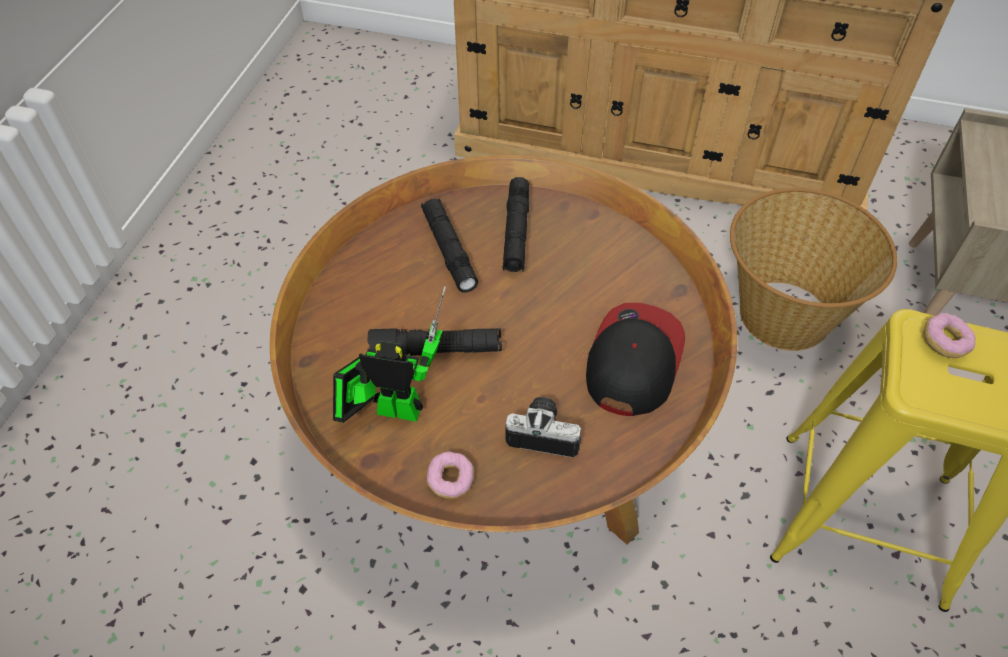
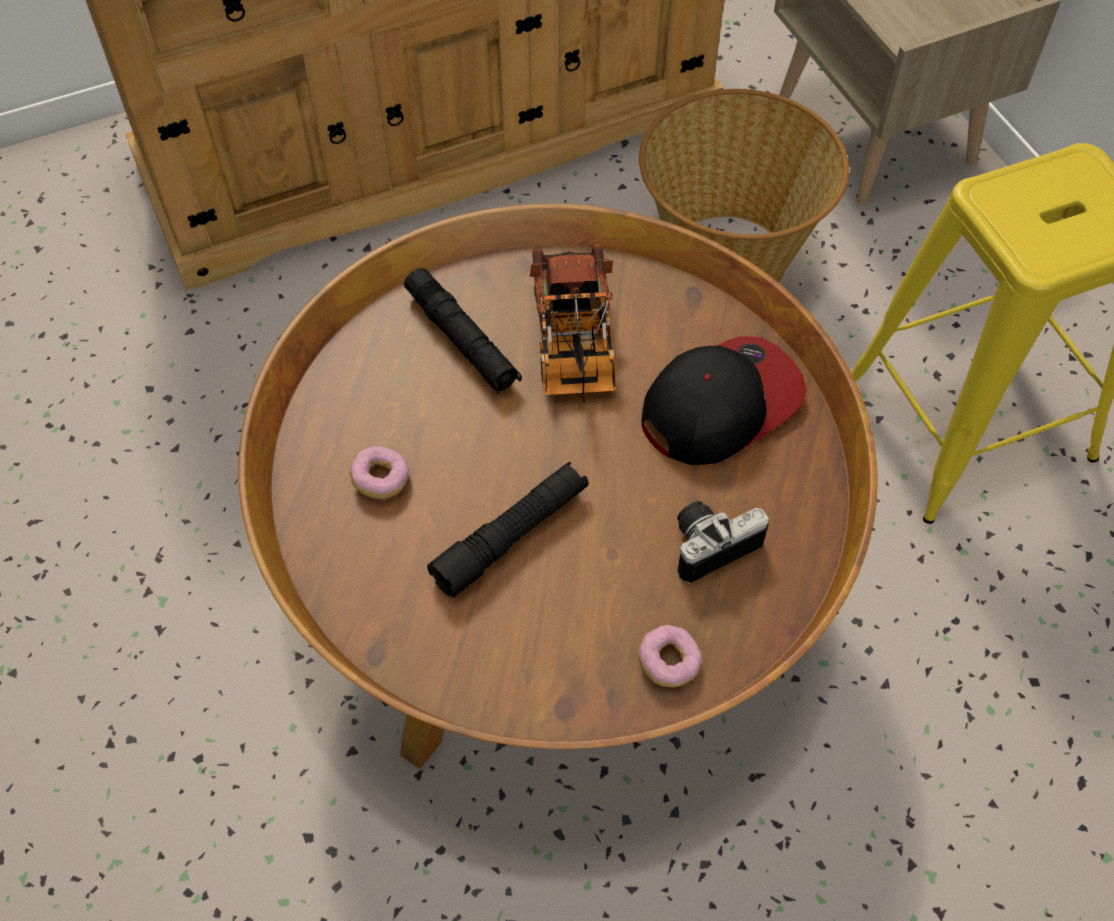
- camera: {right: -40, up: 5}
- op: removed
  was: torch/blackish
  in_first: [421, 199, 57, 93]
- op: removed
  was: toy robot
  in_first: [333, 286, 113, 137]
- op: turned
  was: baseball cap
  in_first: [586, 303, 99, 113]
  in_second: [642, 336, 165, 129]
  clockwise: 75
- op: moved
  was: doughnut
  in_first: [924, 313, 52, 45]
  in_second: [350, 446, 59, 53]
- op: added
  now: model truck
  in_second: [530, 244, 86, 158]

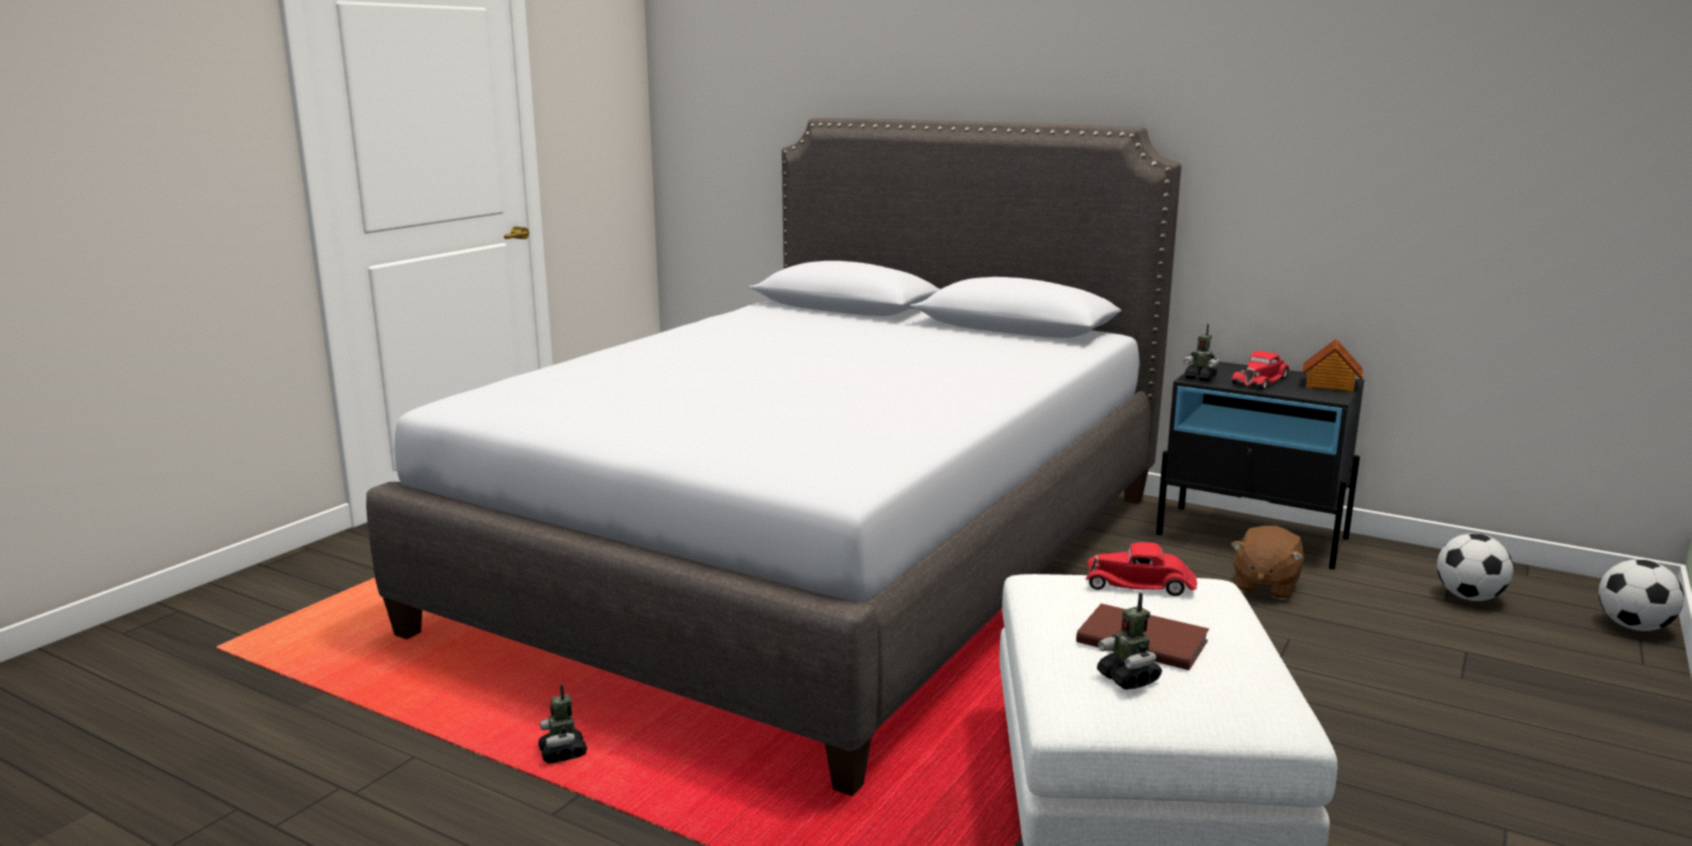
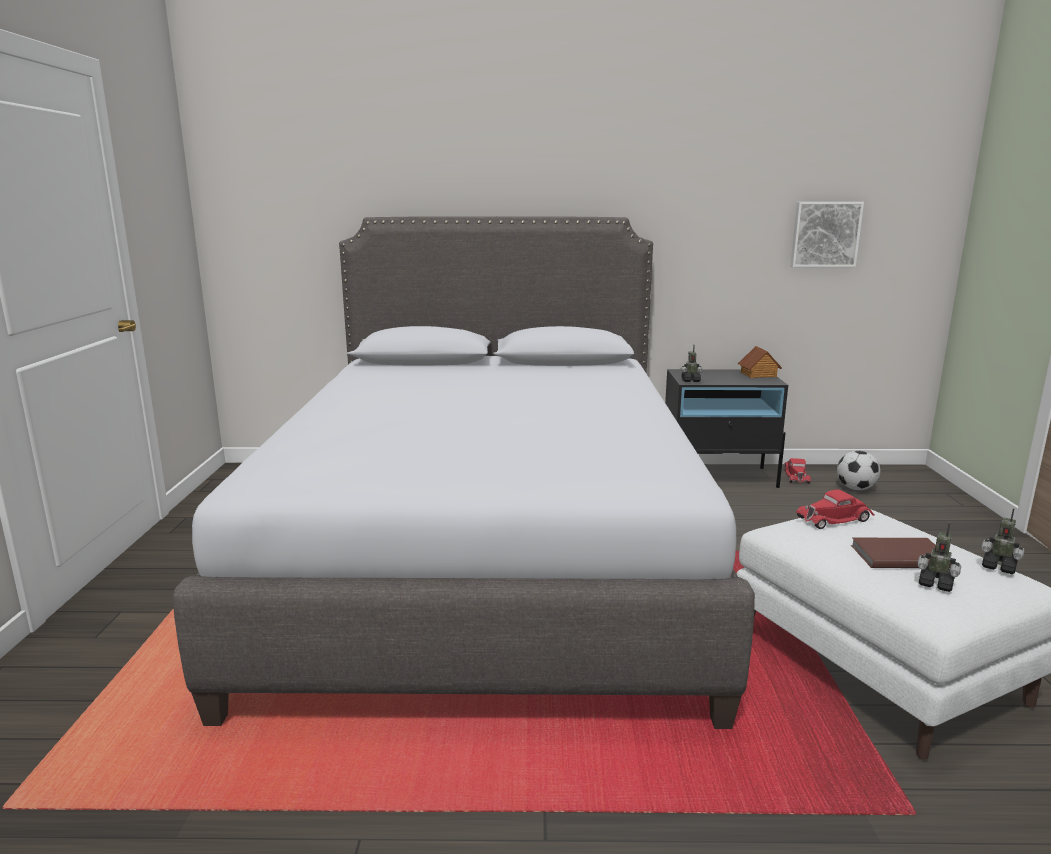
- camera: {right: -30, up: 0}
- op: moved
  was: toy car/red
  in_first: [1232, 351, 58, 39]
  in_second: [784, 458, 27, 26]
- op: removed
  was: soft toy/brownish
  in_first: [1231, 526, 73, 74]
- op: removed
  was: ball for football
  in_first: [1599, 559, 85, 72]
- op: moved
  was: toy robot
  in_first: [538, 684, 49, 79]
  in_second: [981, 508, 44, 66]
- op: added
  now: wall art
  in_second: [790, 202, 74, 65]

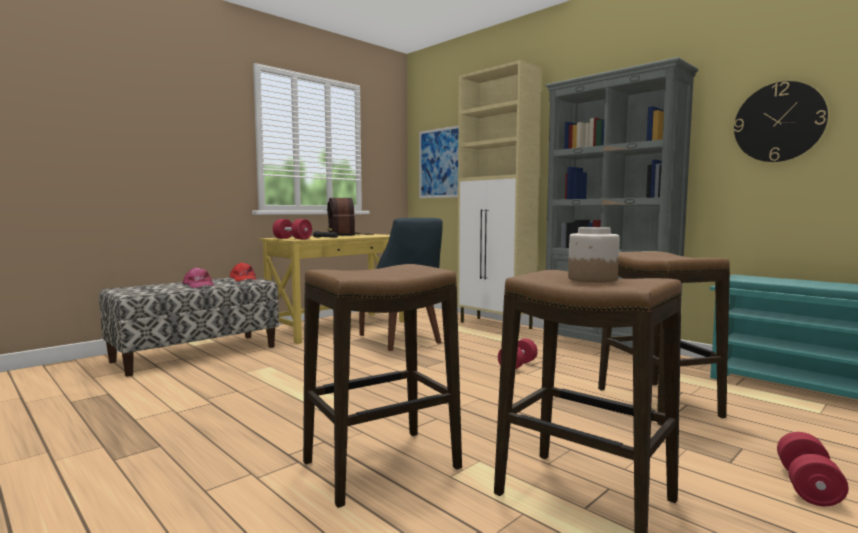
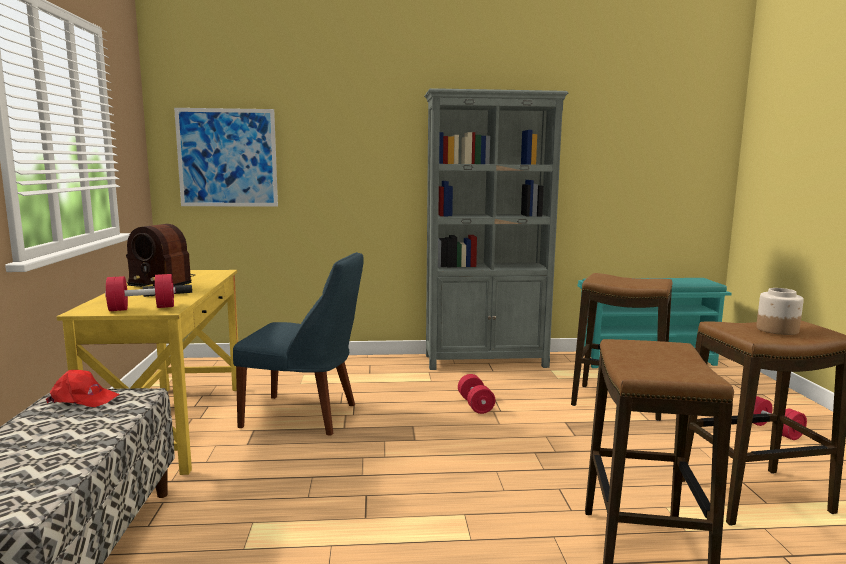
- camera: {right: -50, up: 5}
- op: removed
  was: storage cabinet/beige-coloured
  in_first: [457, 60, 85, 269]
- op: removed
  was: hanging clock
  in_first: [734, 81, 94, 81]
- op: removed
  was: baseball cap/pinkish
  in_first: [183, 267, 32, 21]

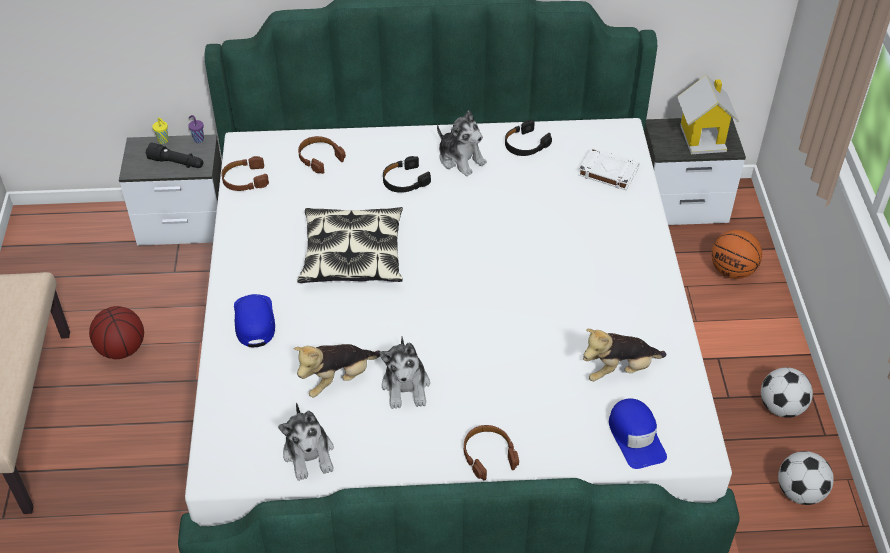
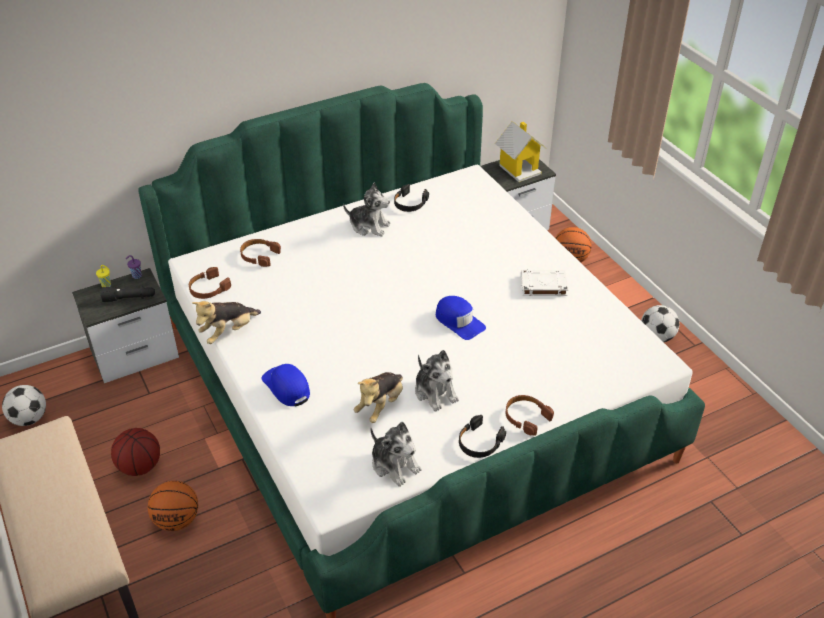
- camera: {right: -25, up: -5}
- op: moved
  was: book/white-coloured
  in_first: [578, 148, 62, 42]
  in_second: [521, 269, 47, 27]
- op: moved
  was: headphones/blackish
  in_first: [383, 156, 48, 37]
  in_second: [459, 415, 47, 43]
- op: removed
  was: throw pillow
  in_first: [297, 207, 106, 76]
- op: moved
  was: soft toy
  in_first: [583, 329, 83, 52]
  in_second: [192, 301, 69, 43]
- op: moved
  was: baseball cap/bluish
  in_first: [609, 399, 58, 70]
  in_second: [436, 296, 50, 44]
- op: moved
  was: ball for football
  in_first: [778, 451, 56, 54]
  in_second: [2, 385, 44, 41]
- op: added
  now: basketball
  in_second: [148, 481, 50, 50]

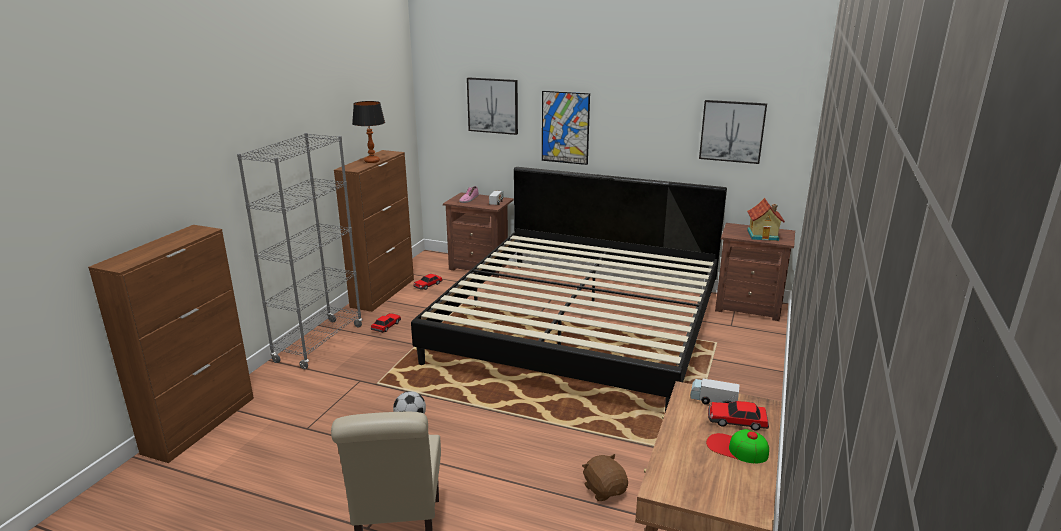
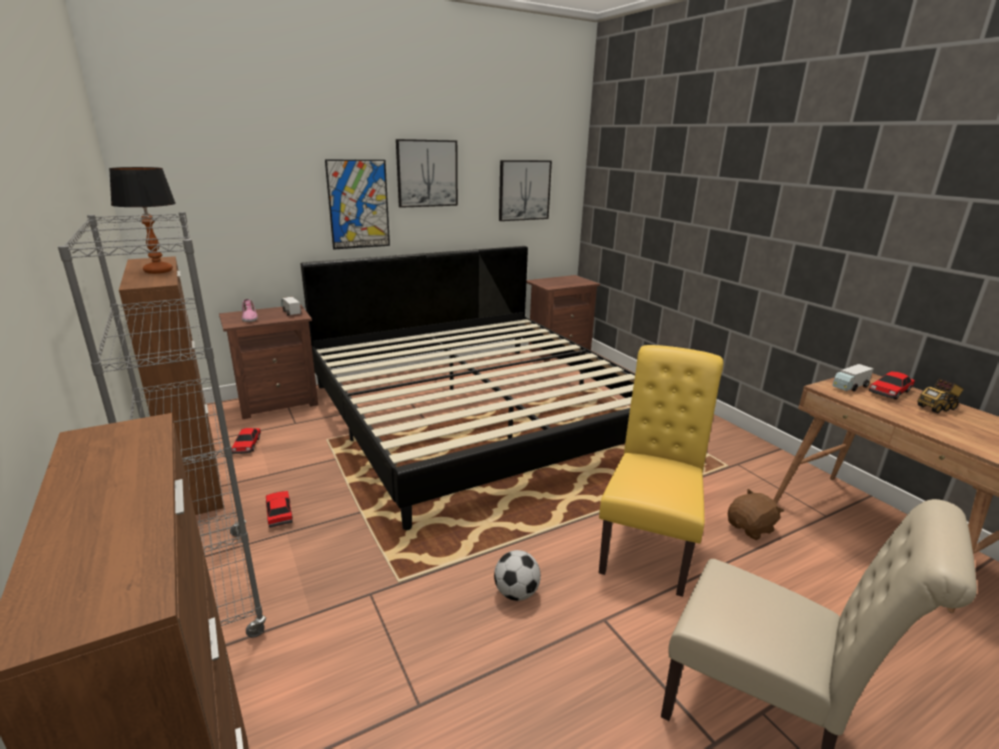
- camera: {right: -50, up: 0}
- op: moved
  was: wall art
  in_first: [467, 77, 51, 58]
  in_second: [396, 139, 62, 69]
- op: removed
  was: model house
  in_first: [747, 198, 38, 43]
- op: replaced
  was: baseball cap
  now: model truck
  in_first: [706, 429, 63, 34]
  in_second: [918, 378, 46, 36]
- op: turned
  was: soft toy/brownish
  in_first: [582, 454, 46, 47]
  in_second: [728, 489, 56, 51]
  clockwise: 135
- op: added
  now: plain chair/yellowish
  in_second: [599, 345, 125, 252]

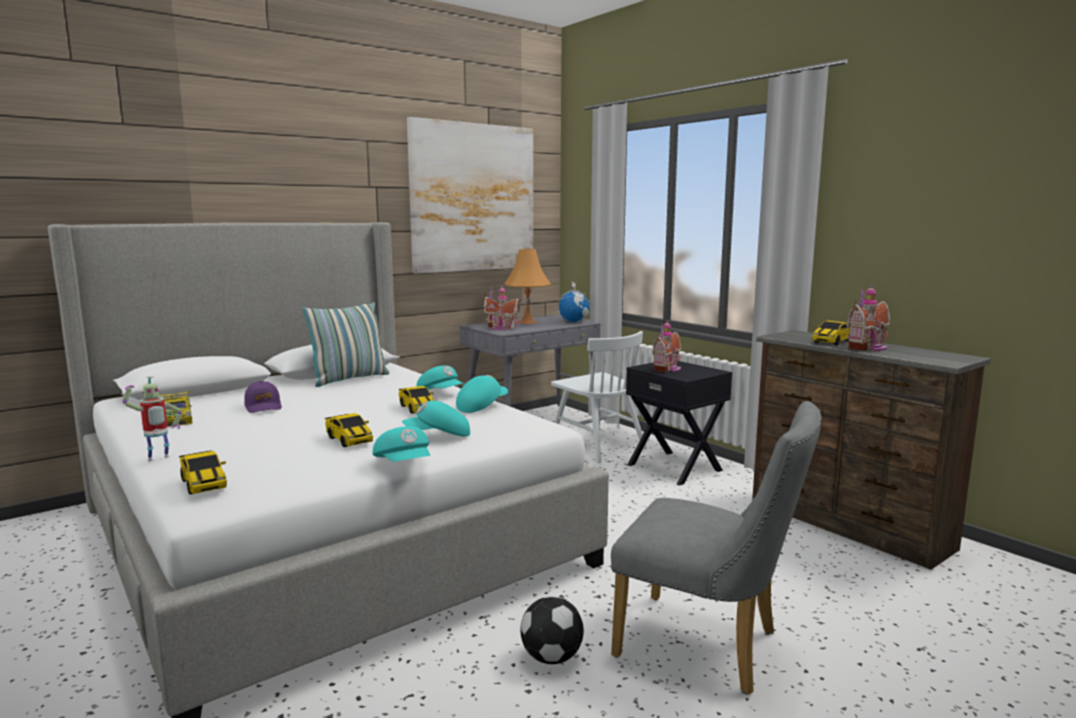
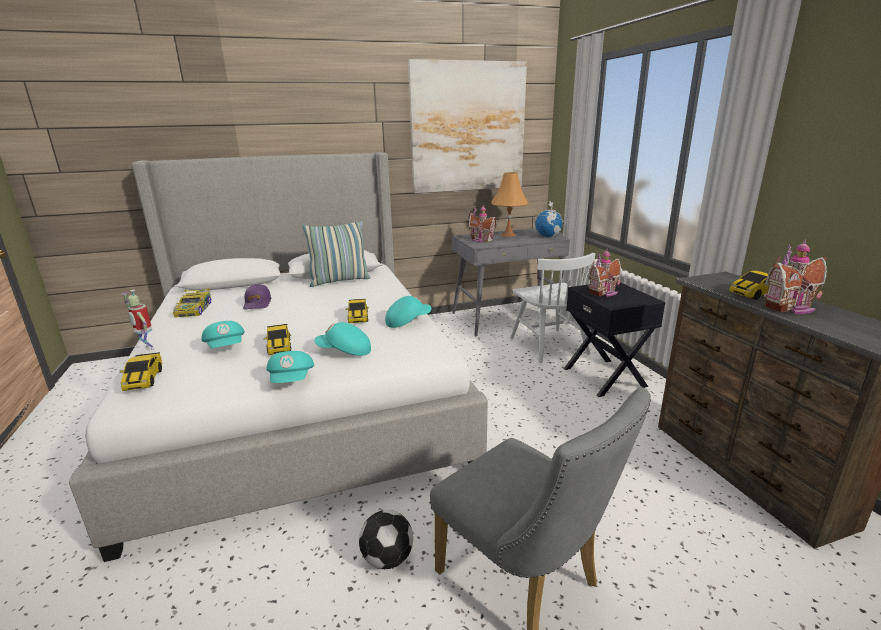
- camera: {right: 20, up: 10}
- op: moved
  was: baseball cap/turquoise
  in_first: [416, 365, 48, 25]
  in_second: [202, 321, 43, 27]
- op: turned
  was: toy robot
  in_first: [122, 376, 60, 85]
  in_second: [120, 290, 34, 60]
  clockwise: 60

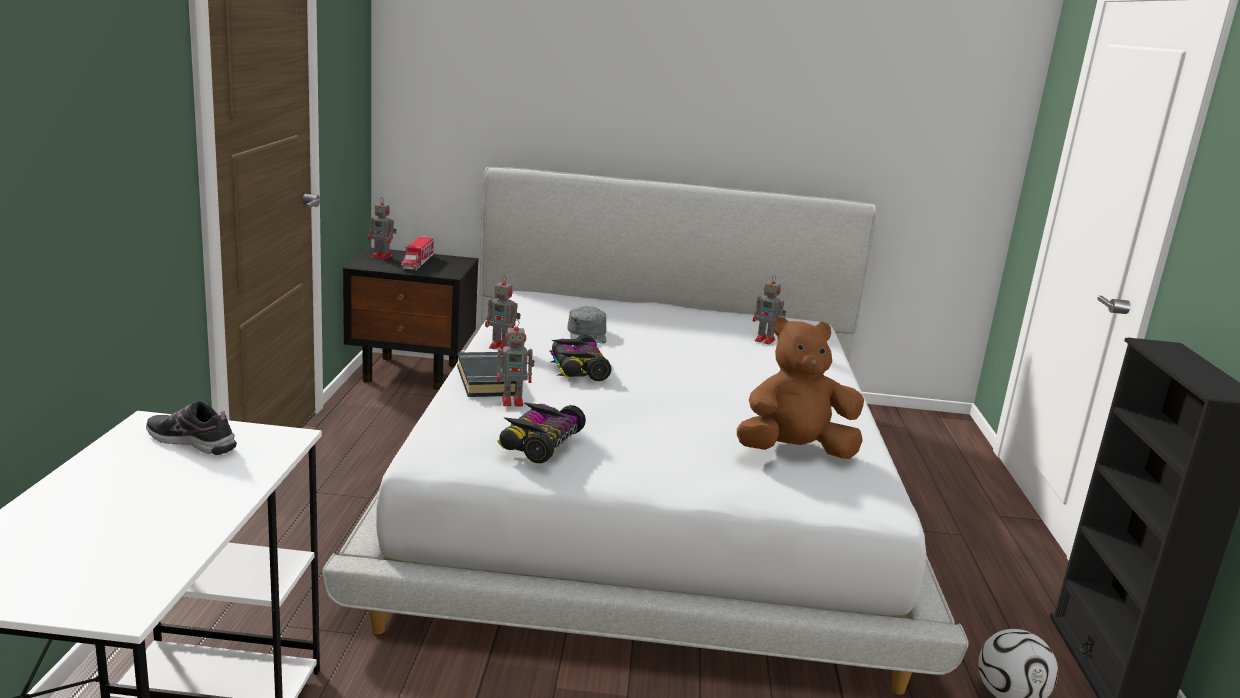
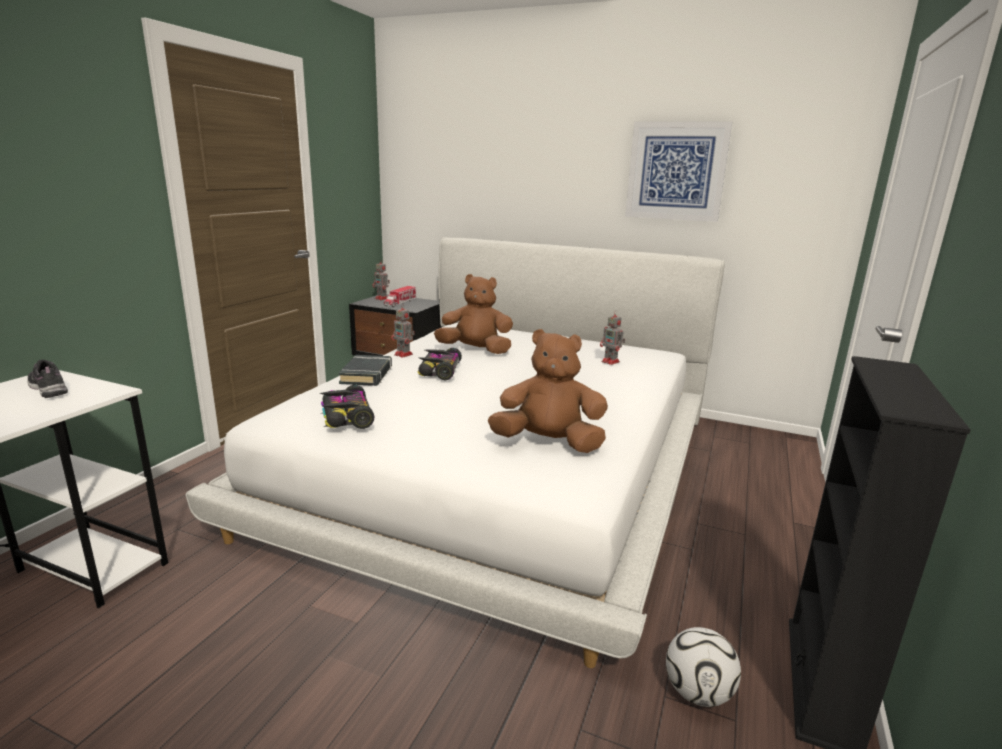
- camera: {right: 20, up: 0}
- op: replaced
  was: baseball cap/greyish
  now: soft toy/brownish
  in_first: [568, 306, 38, 38]
  in_second: [434, 274, 79, 80]
- op: removed
  was: toy robot
  in_first: [497, 319, 38, 87]
- op: turned
  was: toy car
  in_first: [497, 402, 89, 61]
  in_second: [320, 385, 54, 44]
  clockwise: -60
- op: added
  now: wall art
  in_second: [625, 121, 107, 101]

